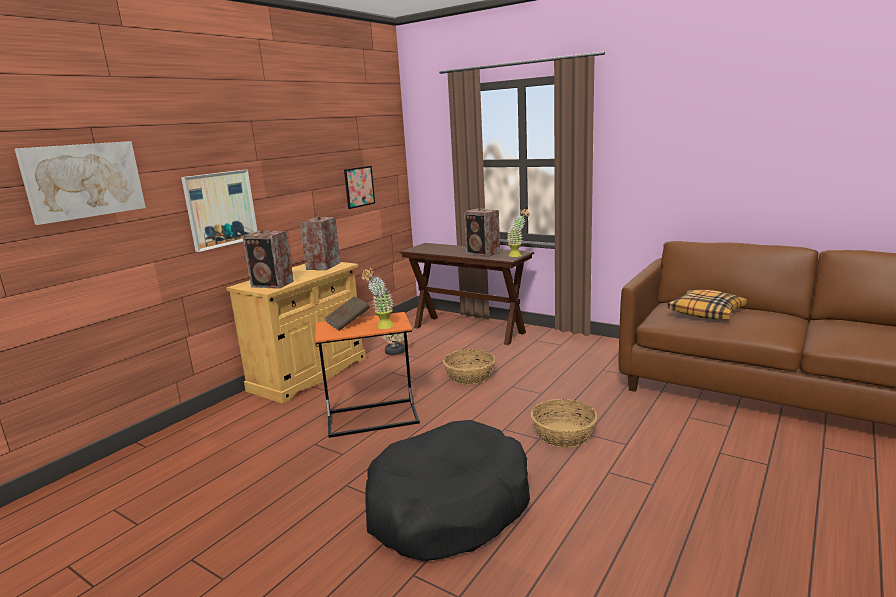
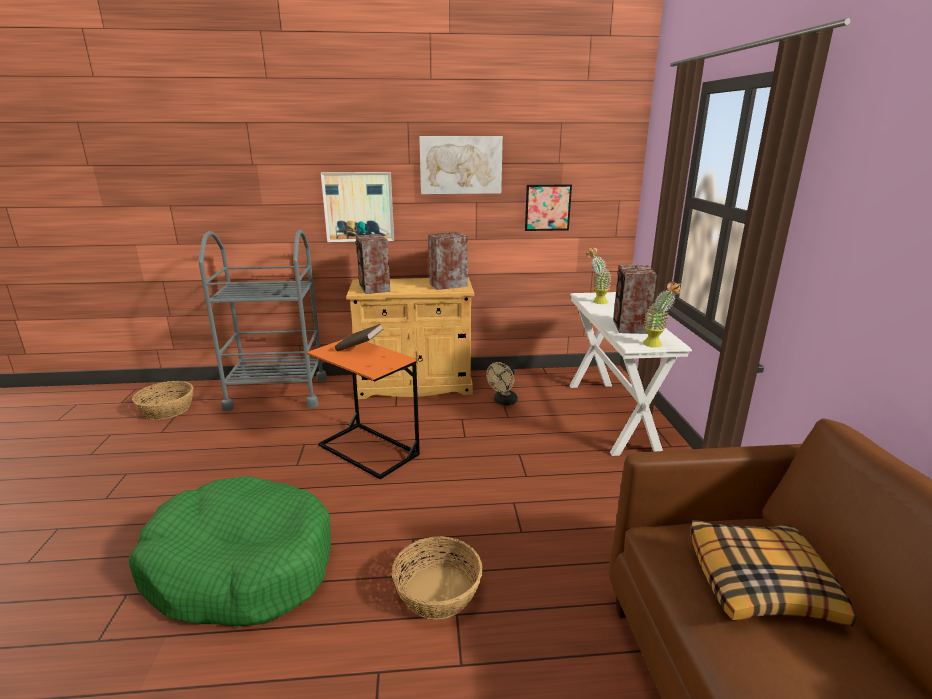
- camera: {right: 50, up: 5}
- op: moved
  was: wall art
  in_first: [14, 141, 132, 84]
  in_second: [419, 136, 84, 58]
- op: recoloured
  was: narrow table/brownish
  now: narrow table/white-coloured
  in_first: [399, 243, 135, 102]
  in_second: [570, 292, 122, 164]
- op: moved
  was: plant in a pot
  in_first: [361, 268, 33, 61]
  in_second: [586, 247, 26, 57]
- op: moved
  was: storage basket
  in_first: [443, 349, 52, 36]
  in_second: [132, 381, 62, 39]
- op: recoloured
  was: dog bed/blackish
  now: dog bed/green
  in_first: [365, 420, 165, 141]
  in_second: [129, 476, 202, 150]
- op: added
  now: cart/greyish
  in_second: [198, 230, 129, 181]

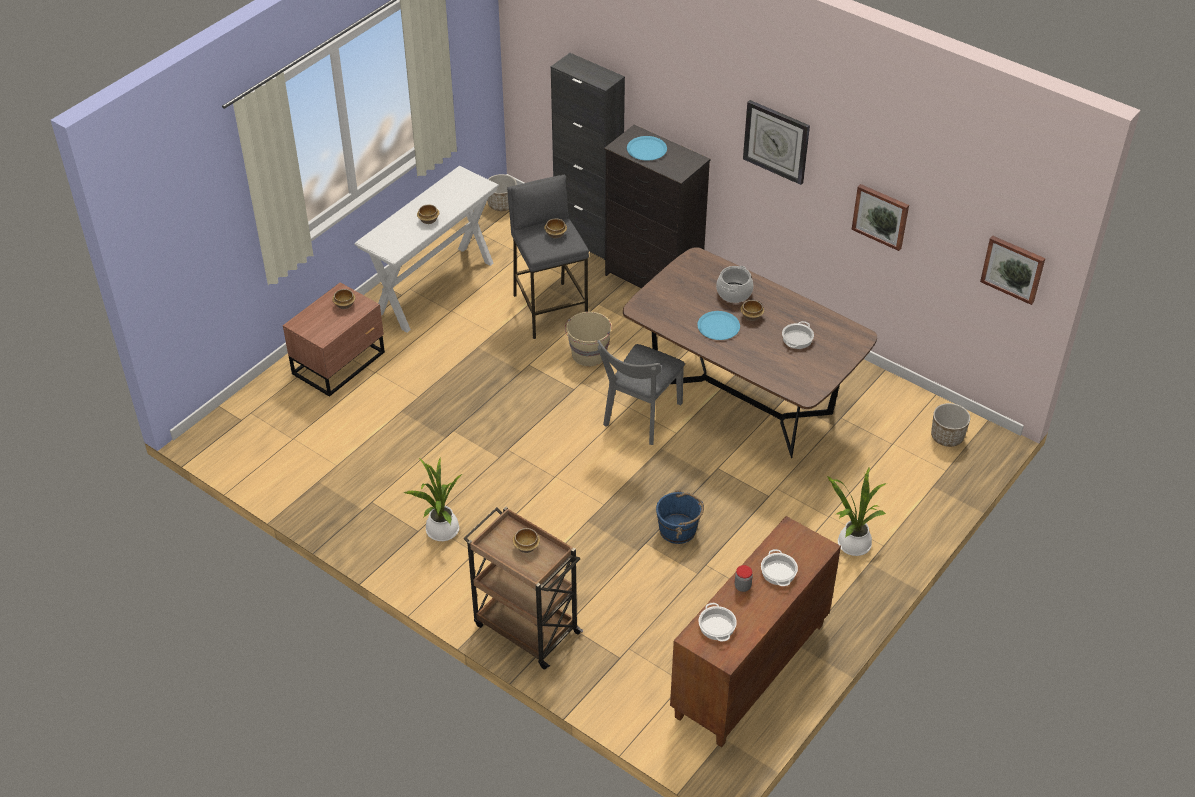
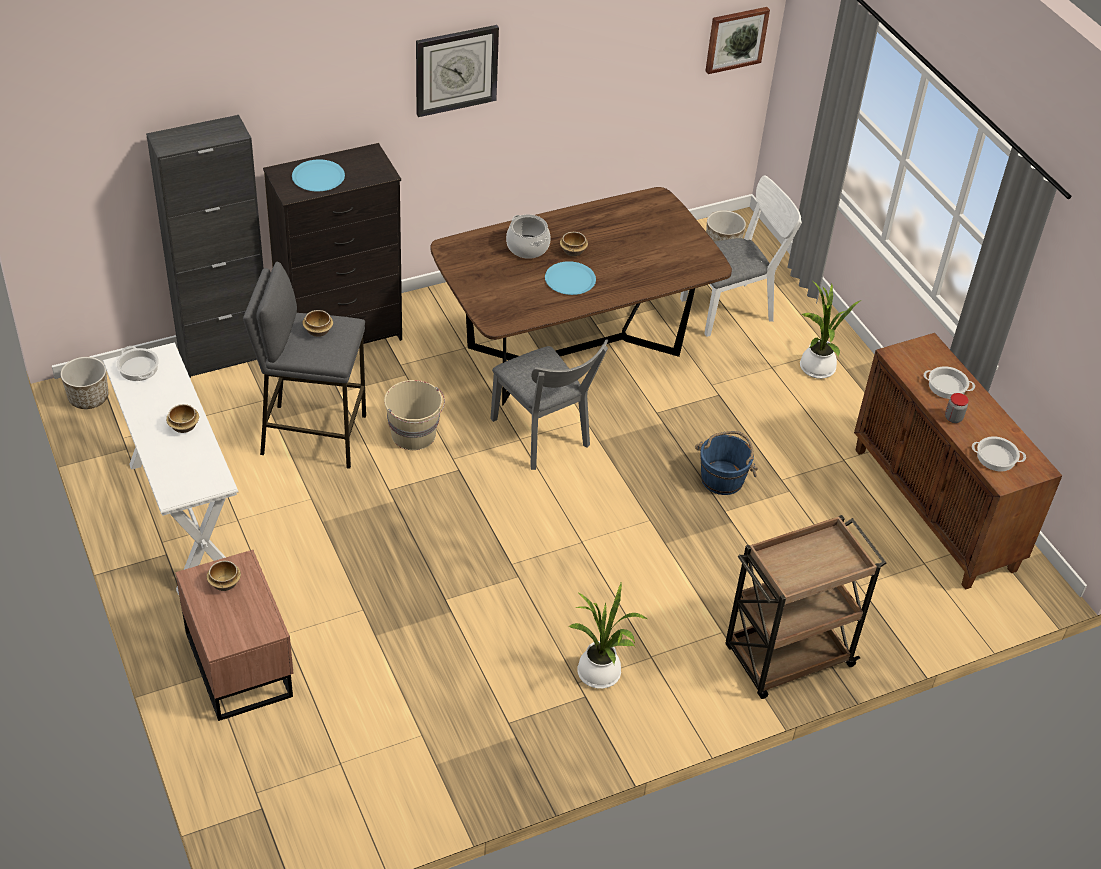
- camera: {right: -65, up: 0}
- op: removed
  was: wall art
  in_first: [852, 184, 57, 67]
- op: moved
  was: cooking pot
  in_first: [782, 321, 32, 28]
  in_second: [117, 346, 42, 35]
- op: removed
  was: deep dish
  in_first: [513, 528, 27, 25]
- op: added
  now: plain chair/white-coloured
  in_second: [680, 175, 122, 162]

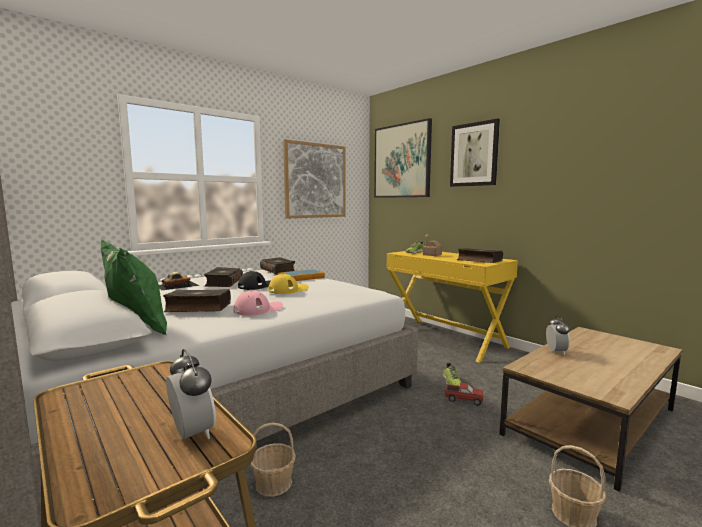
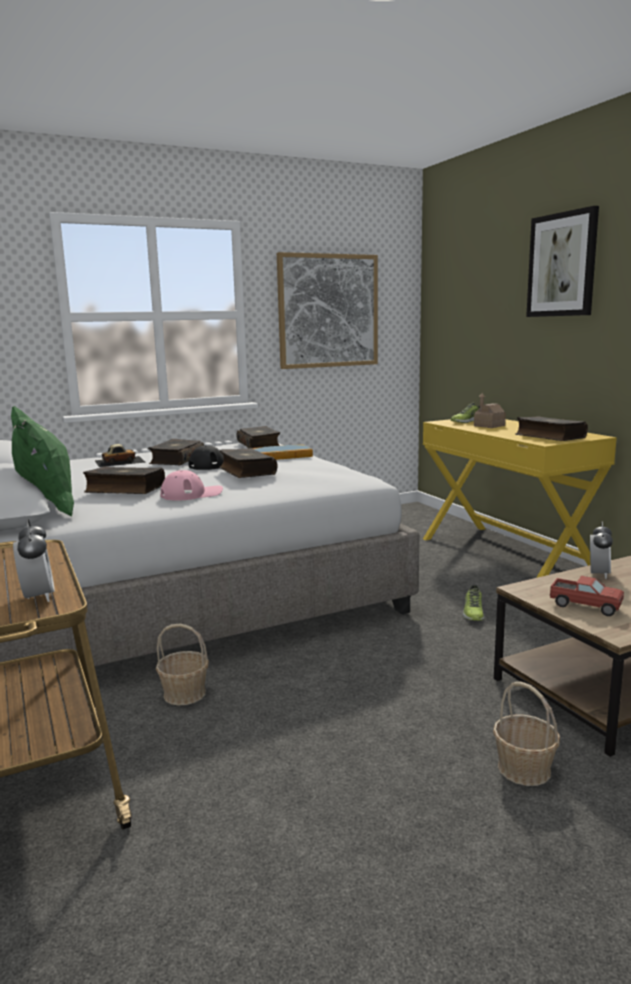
- camera: {right: 15, up: 5}
- op: removed
  was: wall art
  in_first: [374, 118, 58, 80]
- op: replaced
  was: baseball cap/yellowish
  now: book
  in_first: [268, 274, 41, 20]
  in_second: [219, 448, 59, 30]
- op: moved
  was: model truck
  in_first: [445, 382, 38, 24]
  in_second: [550, 576, 74, 40]

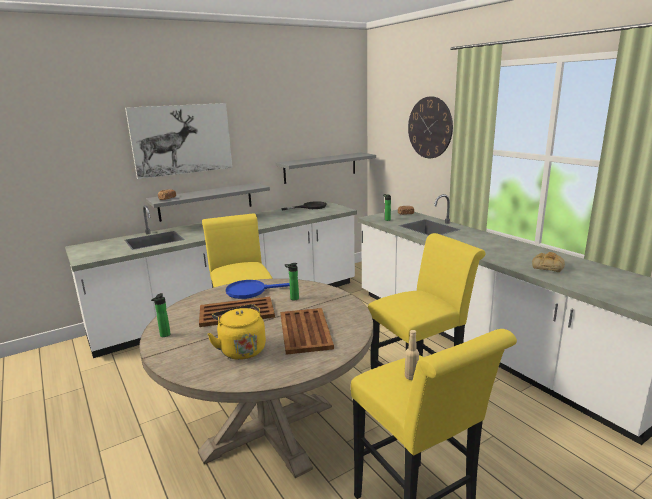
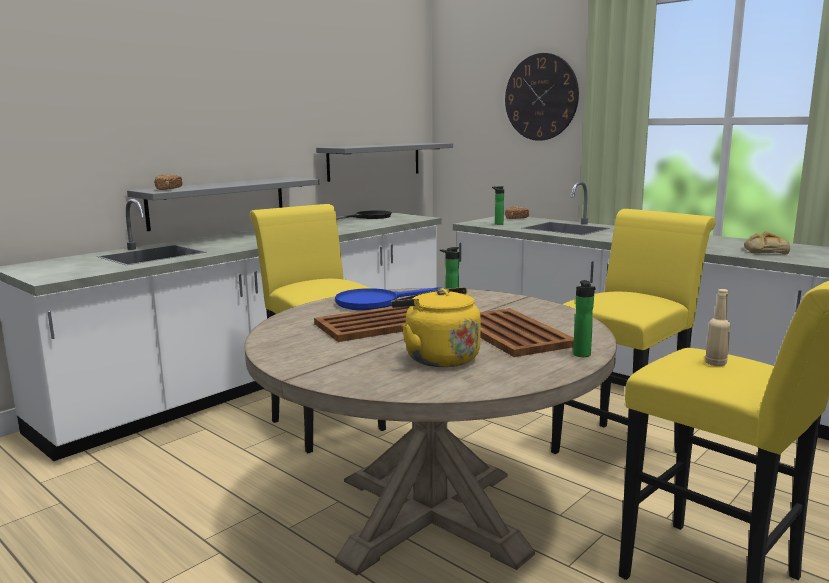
- camera: {right: -15, up: -5}
- op: removed
  was: wall art
  in_first: [125, 103, 107, 76]
- op: moved
  was: drink bottle
  in_first: [151, 293, 20, 44]
  in_second: [573, 280, 23, 77]

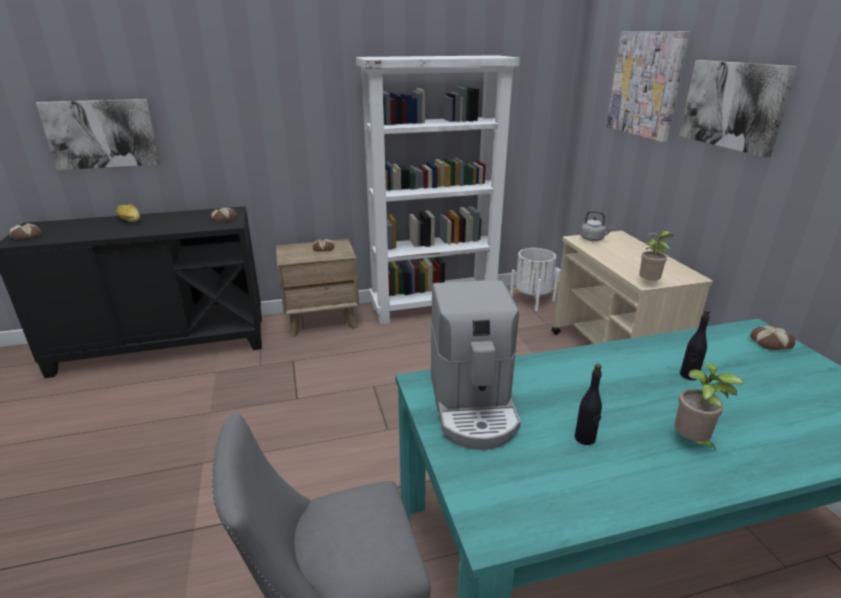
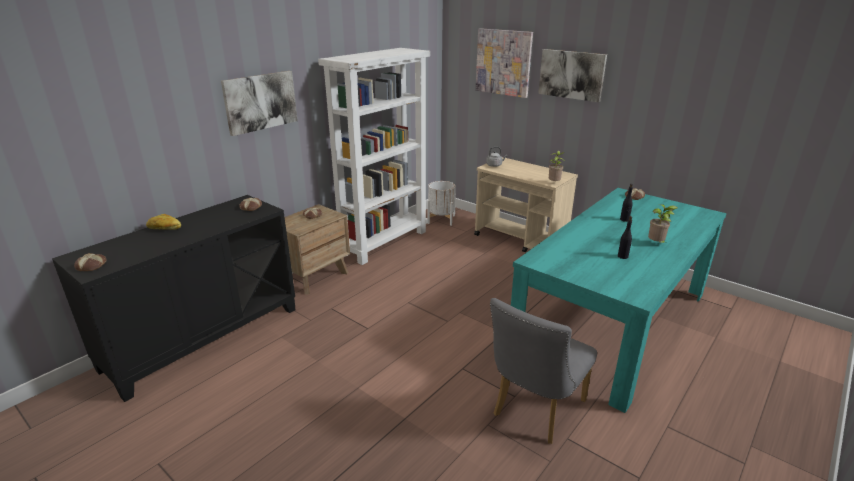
- camera: {right: -35, up: 0}
- op: moved
  was: wall art
  in_first: [36, 99, 125, 71]
  in_second: [221, 71, 77, 65]
- op: removed
  was: coffee machine
  in_first: [431, 280, 90, 170]

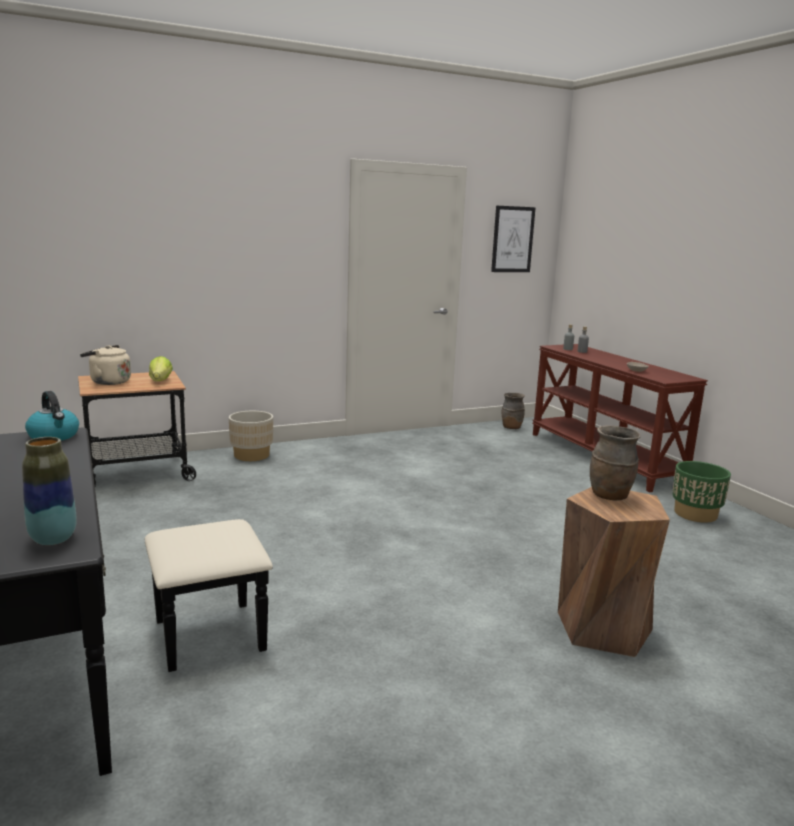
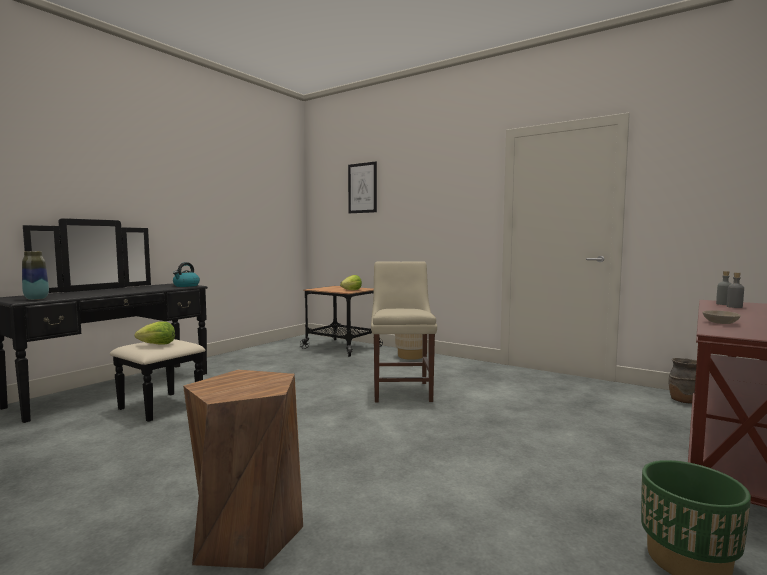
- camera: {right: 60, up: -10}
- op: moved
  was: wall art
  in_first: [491, 206, 45, 66]
  in_second: [348, 162, 29, 51]
- op: removed
  was: tea kettle/beige-coloured
  in_first: [80, 345, 51, 40]
- op: removed
  was: flower vase/brownish
  in_first: [590, 426, 51, 75]
- op: added
  now: plain chair/beige-coloured
  in_second: [371, 261, 66, 141]
- op: added
  now: lettuce
  in_second: [135, 321, 40, 23]

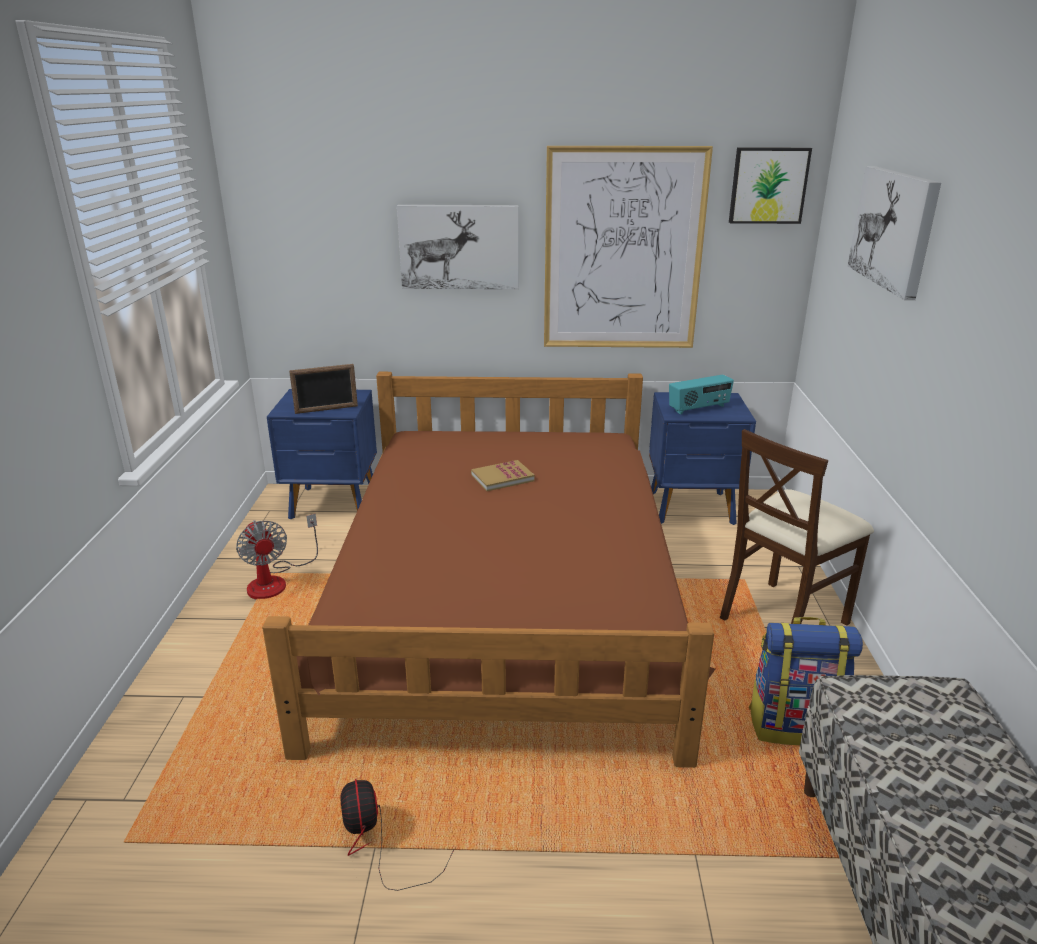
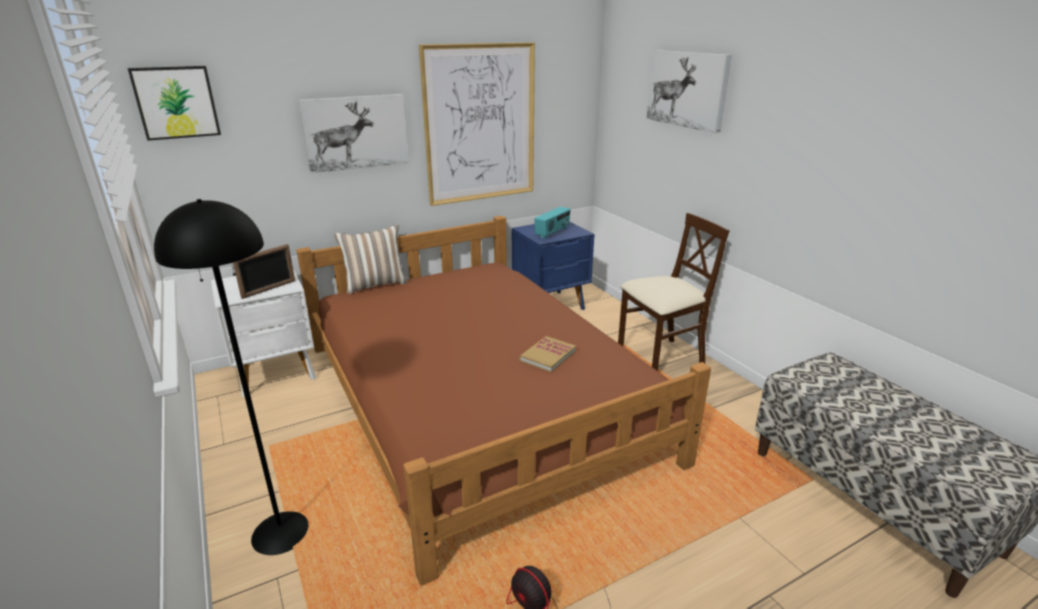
- camera: {right: -30, up: 0}
- op: moved
  was: wall art
  in_first: [729, 148, 83, 76]
  in_second: [128, 66, 93, 75]
- op: recoloured
  was: night table/bluish
  now: night table/white-coloured
  in_first: [267, 389, 110, 130]
  in_second: [211, 269, 105, 128]
- op: turned
  was: plain chair/beige-coloured
  in_first: [720, 429, 154, 197]
  in_second: [618, 213, 112, 158]
  clockwise: -135
- op: moved
  was: book
  in_first: [471, 460, 64, 31]
  in_second: [519, 336, 57, 36]
- op: removed
  was: cooling fan
  in_first: [236, 514, 82, 86]
- op: removed
  was: rucksack
  in_first: [749, 617, 114, 128]
- op: added
  now: floor lamp/blackish
  in_second: [154, 199, 154, 356]
- op: added
  now: throw pillow
  in_second: [334, 225, 74, 69]

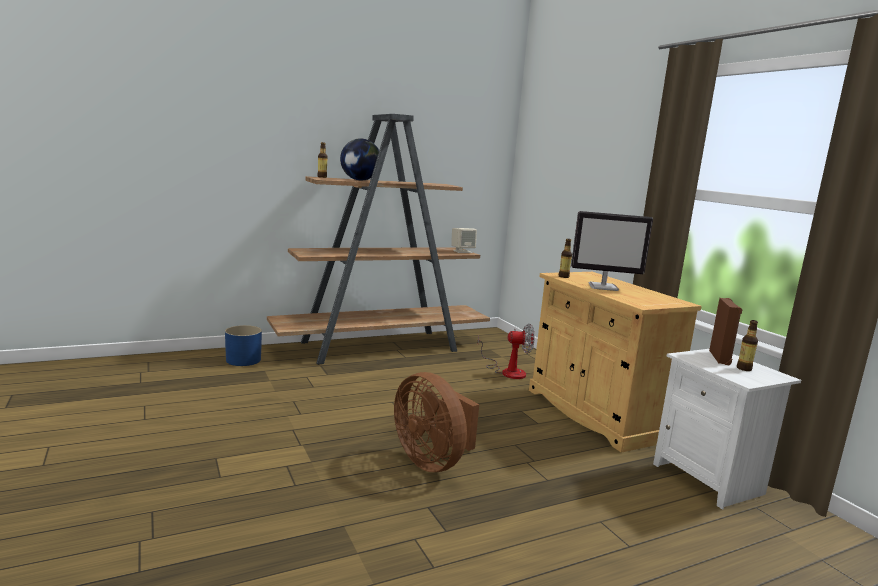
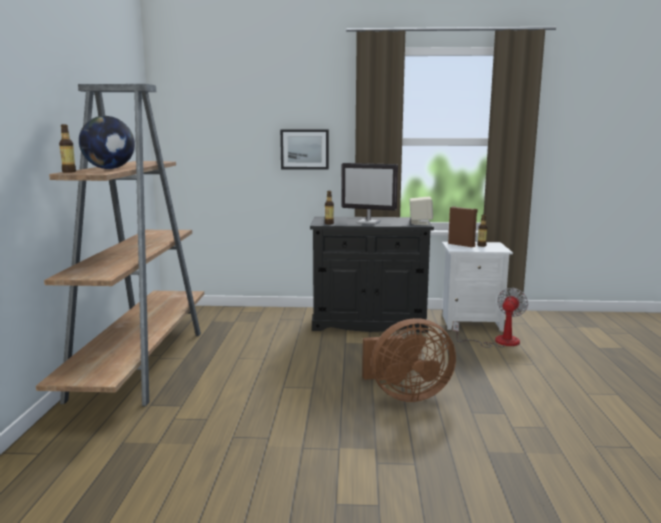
- camera: {right: -60, up: 0}
- op: turned
  was: computer screen
  in_first: [571, 211, 82, 80]
  in_second: [341, 163, 57, 61]
  clockwise: 75
- op: moved
  was: loudspeaker/beige-coloured
  in_first: [451, 228, 26, 25]
  in_second: [410, 196, 23, 29]
- op: recoloured
  was: storage cabinet/beige-coloured
  now: storage cabinet/blackish
  in_first: [529, 272, 173, 180]
  in_second: [310, 217, 124, 116]
- op: moved
  was: cooling fan
  in_first: [478, 324, 57, 55]
  in_second: [453, 288, 75, 60]
- op: removed
  was: flower pot/bluish
  in_first: [225, 325, 37, 41]
- op: added
  now: wall art
  in_second: [280, 129, 49, 41]

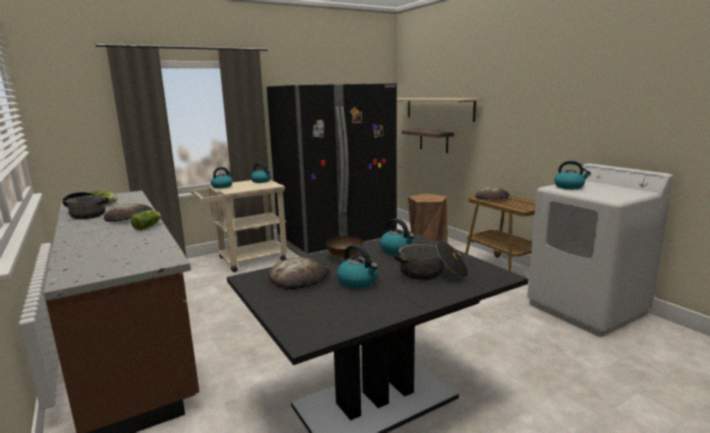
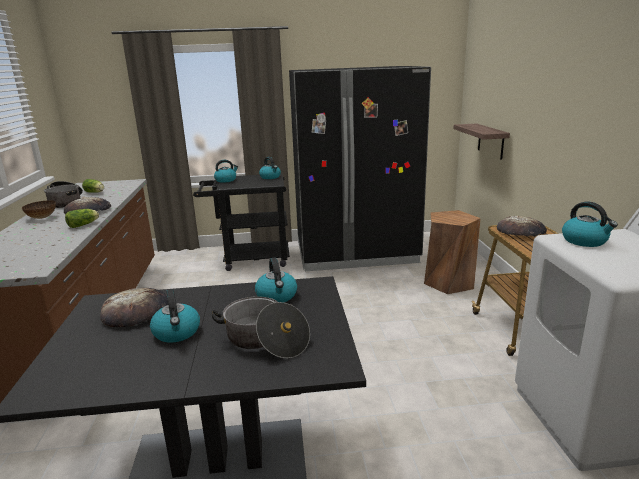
- camera: {right: 25, up: 5}
- op: removed
  was: wall shelf/beige-coloured
  in_first: [397, 98, 85, 24]
- op: recoloured
  was: cart/beige-coloured
  now: cart/blackish
  in_first: [191, 180, 97, 92]
  in_second: [193, 173, 97, 98]
- op: moved
  was: deep dish
  in_first: [326, 236, 37, 23]
  in_second: [22, 200, 34, 19]

